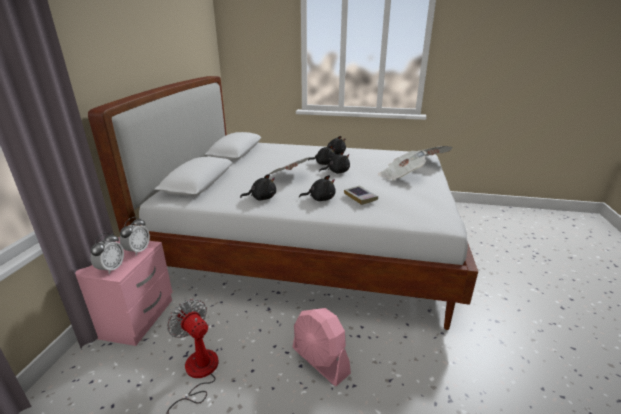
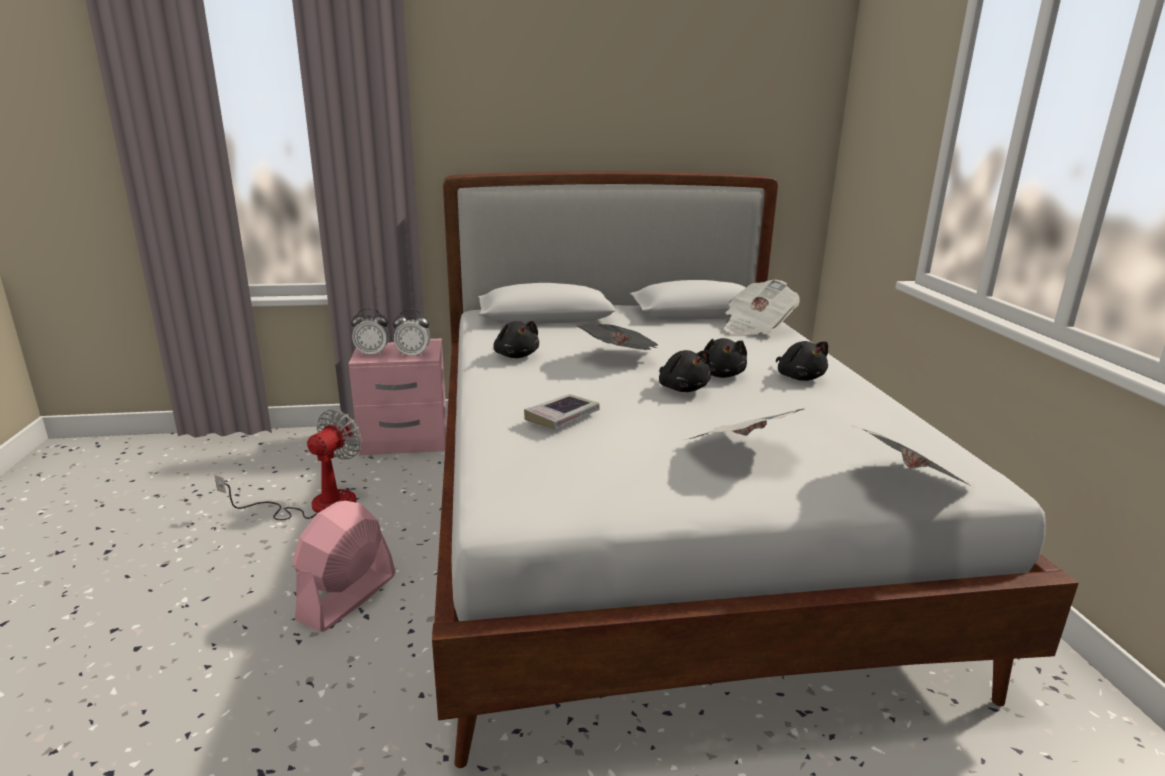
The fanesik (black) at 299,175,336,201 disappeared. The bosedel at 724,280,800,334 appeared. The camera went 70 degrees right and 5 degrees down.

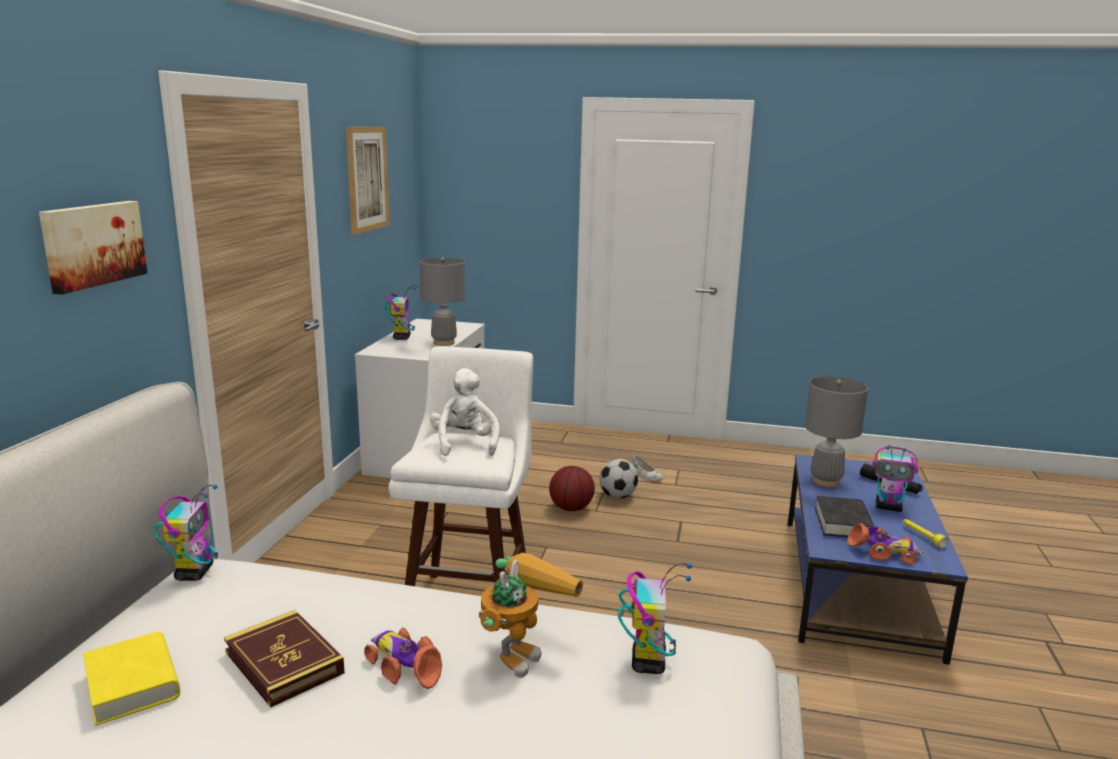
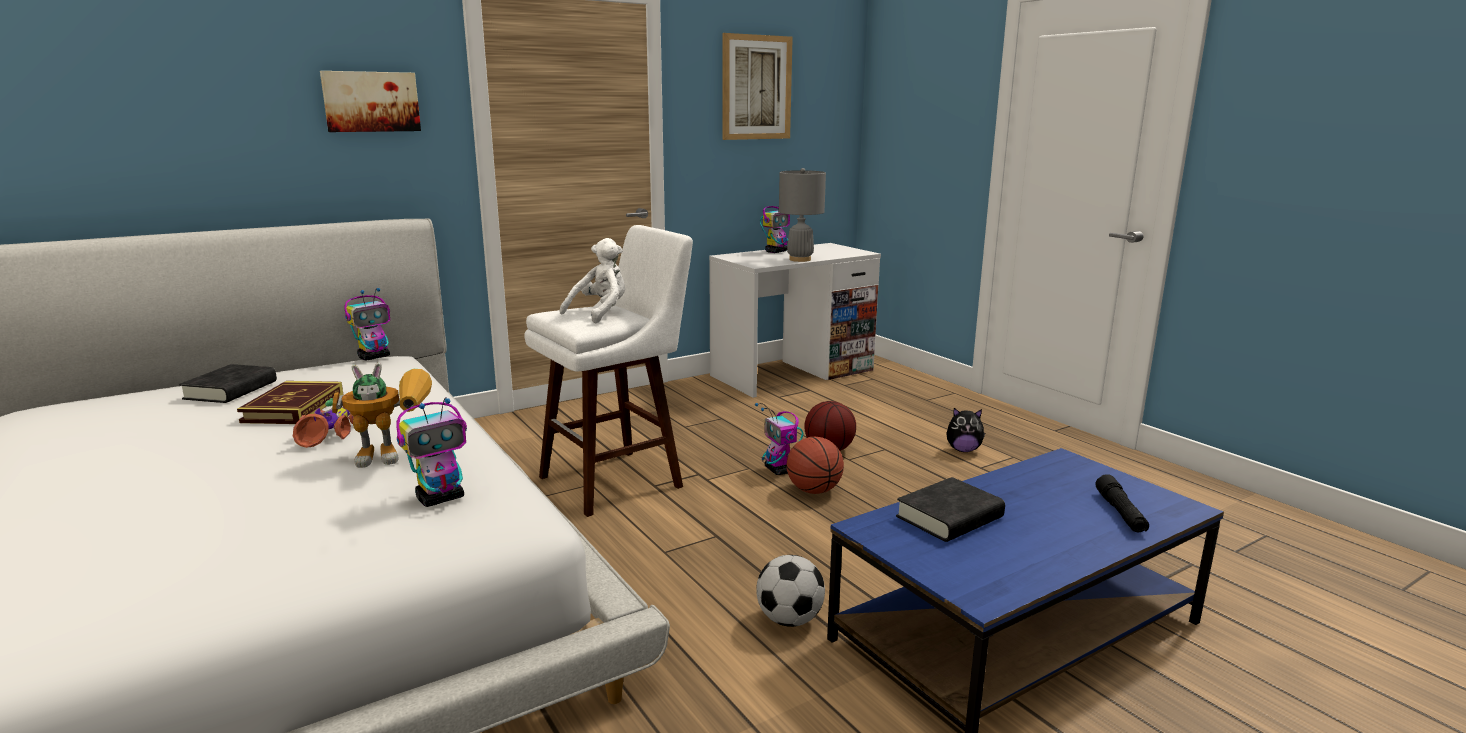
The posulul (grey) at 805,376,868,487 disappeared. The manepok at 848,523,924,564 disappeared. The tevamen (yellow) at 903,519,948,548 disappeared. The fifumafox at 787,437,844,494 appeared. The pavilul moved from 599,459,638,499 to 756,555,825,627. The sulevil moved from 873,445,918,512 to 755,403,803,475. The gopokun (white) at 632,455,663,481 was replaced by the fanesik at 946,408,985,452. The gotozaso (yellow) at 83,632,180,725 became the gotozaso (black) at 179,364,277,403. The camera went 45 degrees right and 0 degrees up.

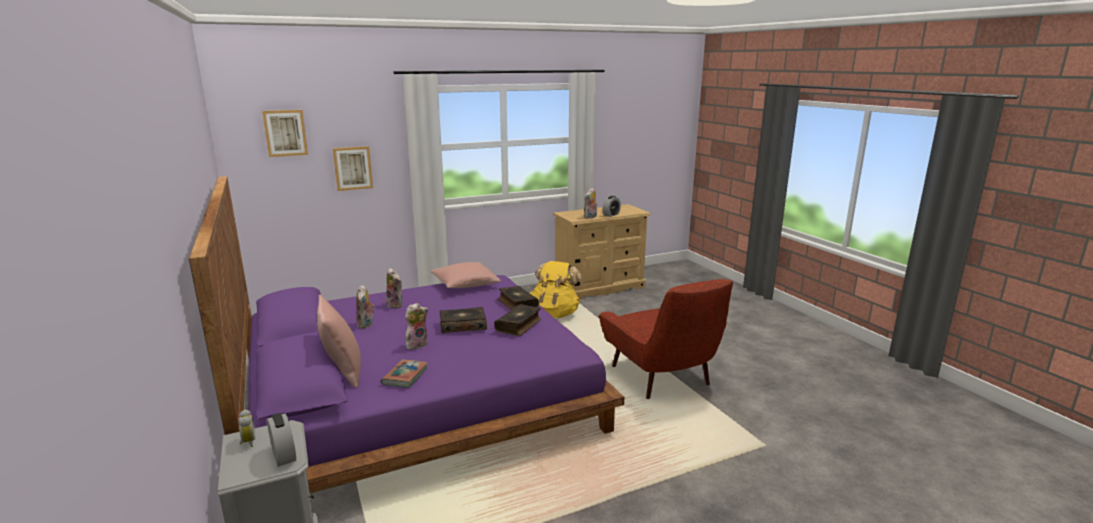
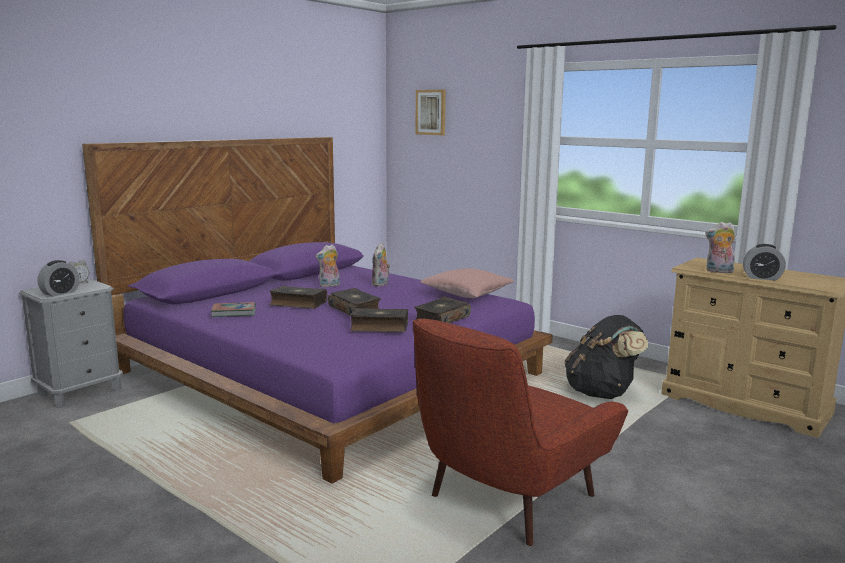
The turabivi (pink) at 317,295,361,388 disappeared. The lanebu at 333,146,373,191 disappeared. The fanesik at 405,303,428,350 was replaced by the gotozaso at 270,286,327,309. The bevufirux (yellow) at 530,261,582,318 became the bevufirux (black) at 564,315,648,399. The camera went 65 degrees right and 5 degrees down.

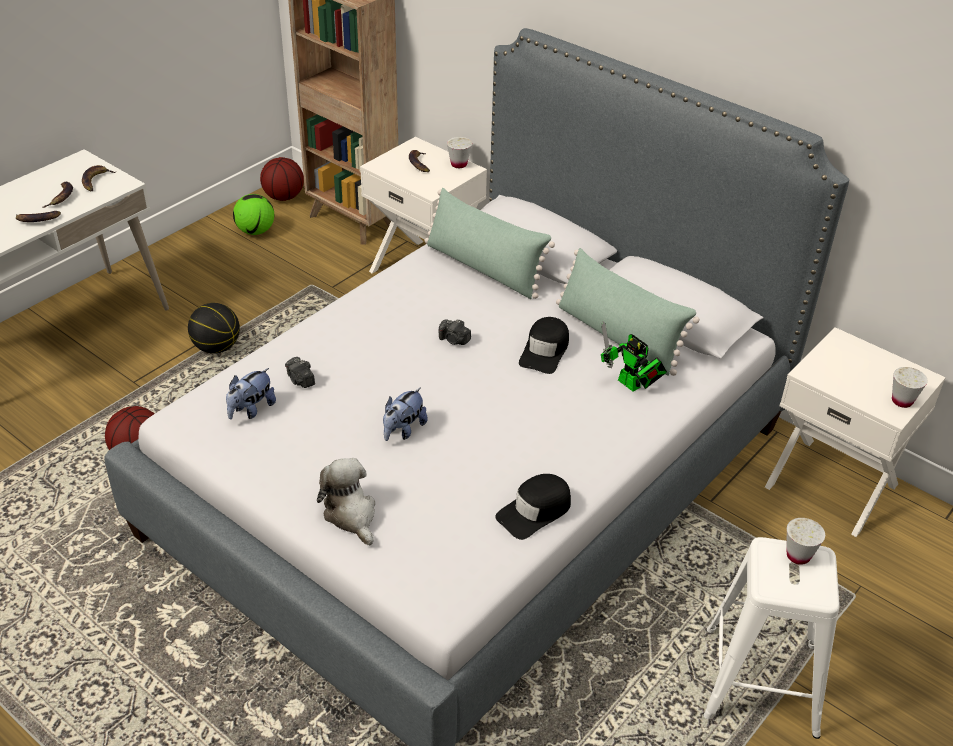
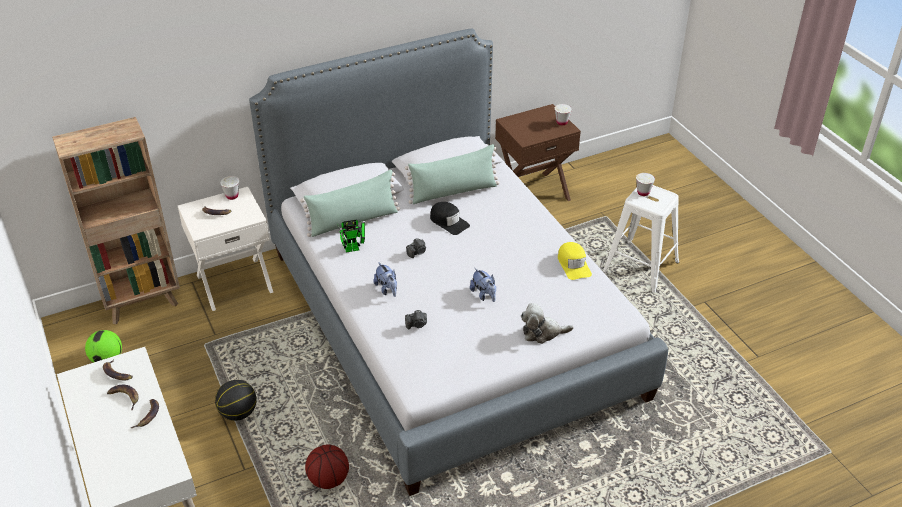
The fifumafox at 260,157,304,201 disappeared. The fanesik moved from 226,368,276,419 to 374,262,397,297. The sulevil moved from 601,321,667,392 to 337,220,365,252. The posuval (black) at 495,474,571,540 became the posuval (yellow) at 558,242,592,280. The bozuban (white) at 765,327,946,537 became the bozuban (brown) at 495,104,581,201. The camera went 65 degrees left and 0 degrees up.

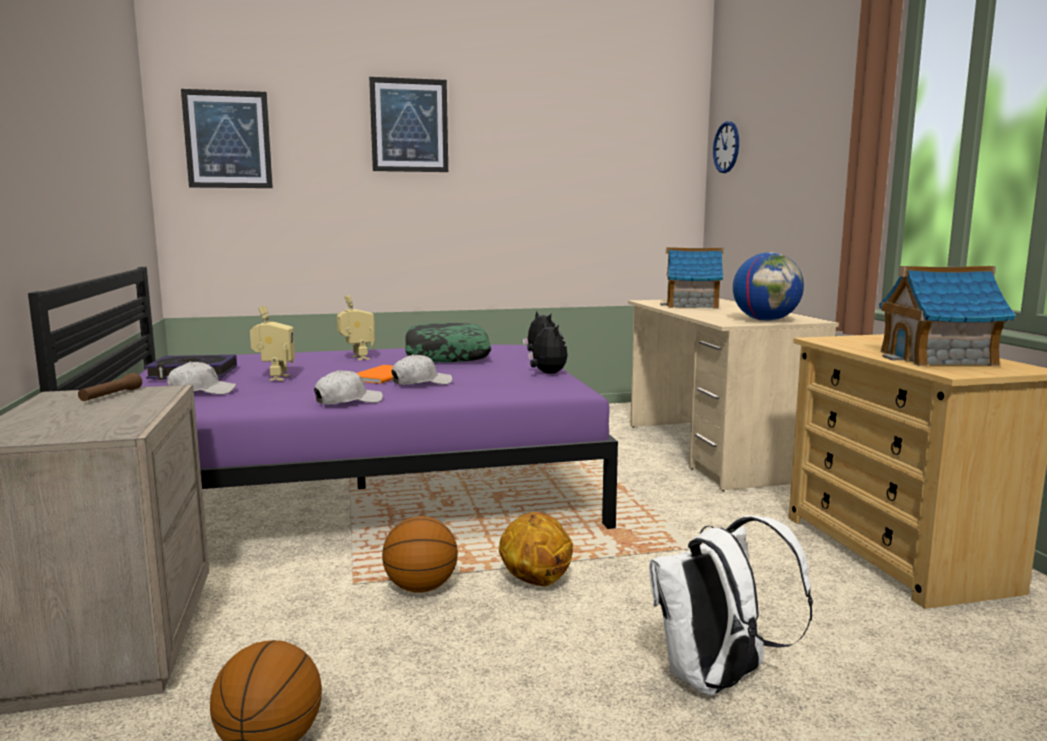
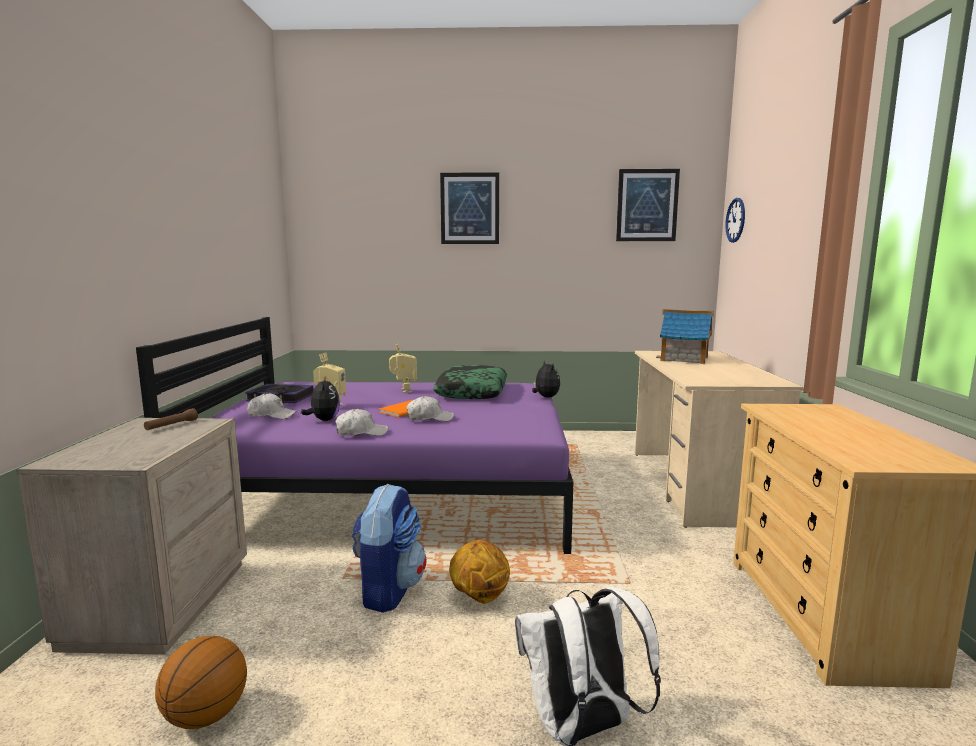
The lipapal at 733,252,804,321 disappeared. The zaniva at 879,266,1016,366 disappeared. The lanebu moved from 181,89,273,188 to 616,169,680,241. The fanesik moved from 528,322,568,374 to 301,376,340,421. The fifumafox at 382,516,458,593 was replaced by the bevufirux at 351,483,426,613. The camera went 15 degrees right and 0 degrees up.

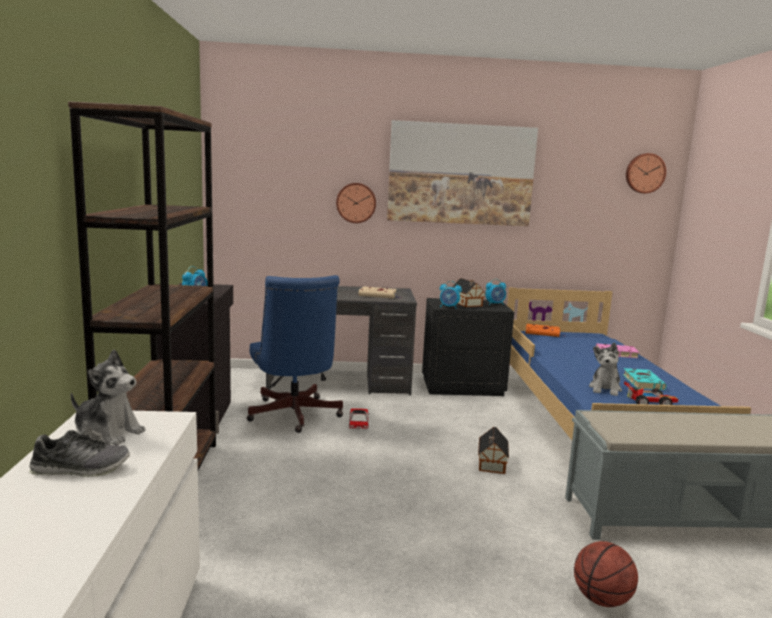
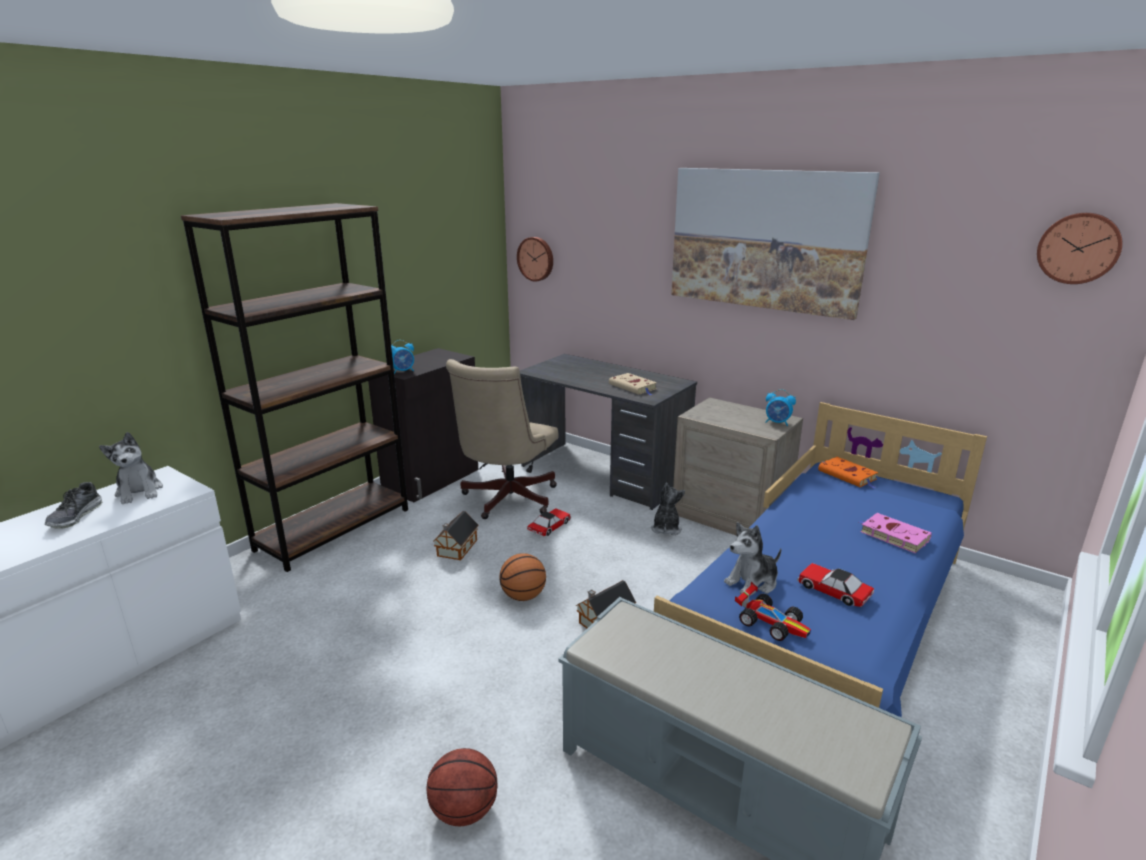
The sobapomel at 440,281,462,309 disappeared. The fifumafox at 499,553,546,601 appeared. The fanesik at 651,483,685,535 appeared. The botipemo moved from 336,183,376,223 to 517,237,553,282. The zaniva moved from 452,278,486,307 to 433,511,479,560. The gotozaso (turquoise) at 623,368,667,390 was replaced by the manepok at 797,563,874,607. The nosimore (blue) at 247,275,343,433 became the nosimore (beige) at 446,359,558,519. The bozuban (black) at 422,298,514,396 became the bozuban (beige) at 673,397,803,536. The gopokun at 29,430,130,477 turned 60 degrees clockwise. The camera went 40 degrees right and 10 degrees up.

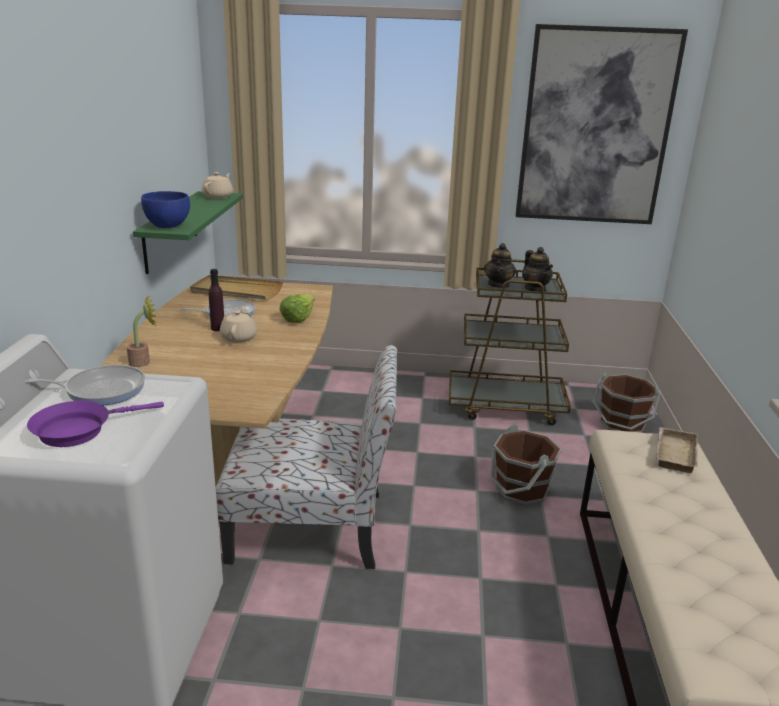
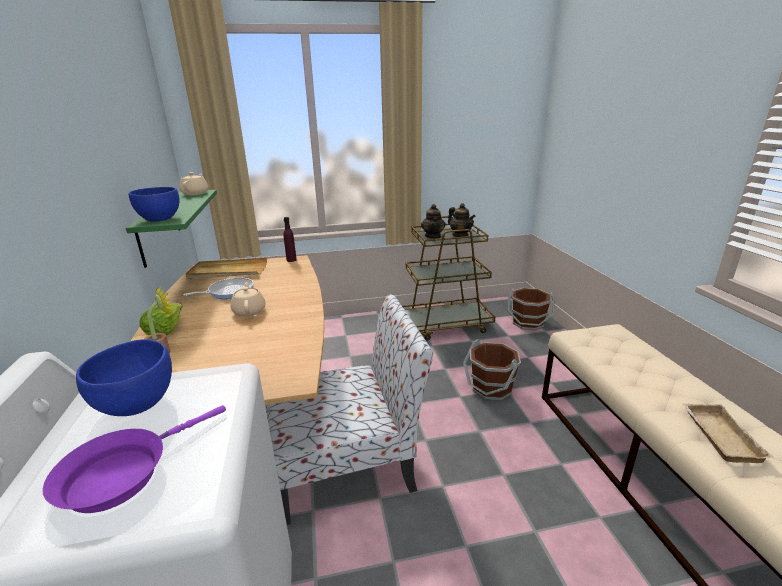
The lanebu at 515,24,688,224 disappeared. The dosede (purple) moved from 209,269,224,331 to 283,217,297,262. The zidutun moved from 280,294,315,323 to 140,303,183,335. The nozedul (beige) moved from 656,427,698,473 to 682,404,774,463. The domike at 25,365,145,405 was replaced by the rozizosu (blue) at 76,339,172,416. The camera went 15 degrees left and 0 degrees up.

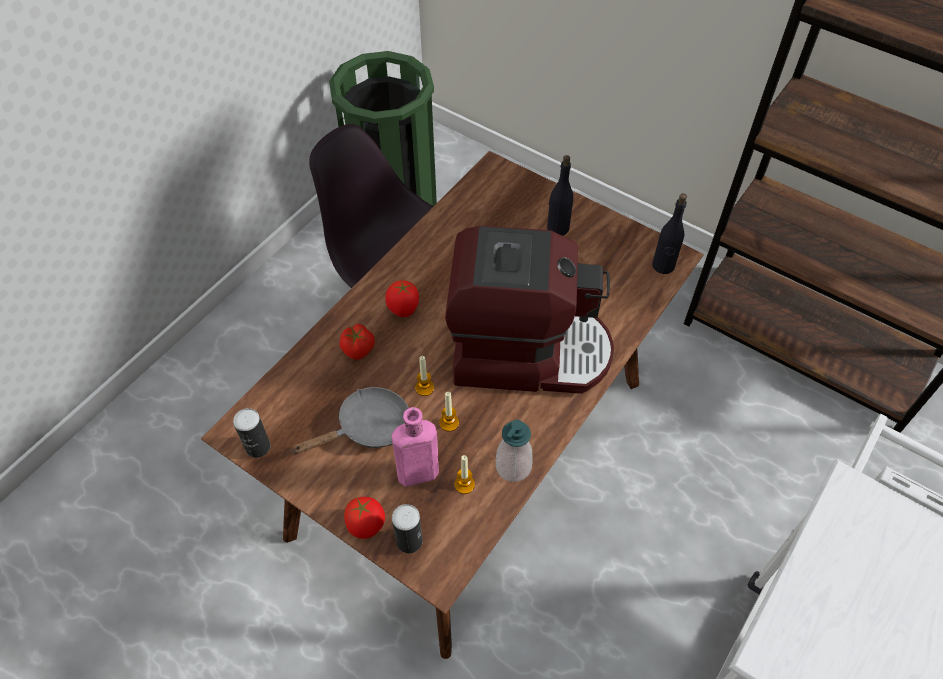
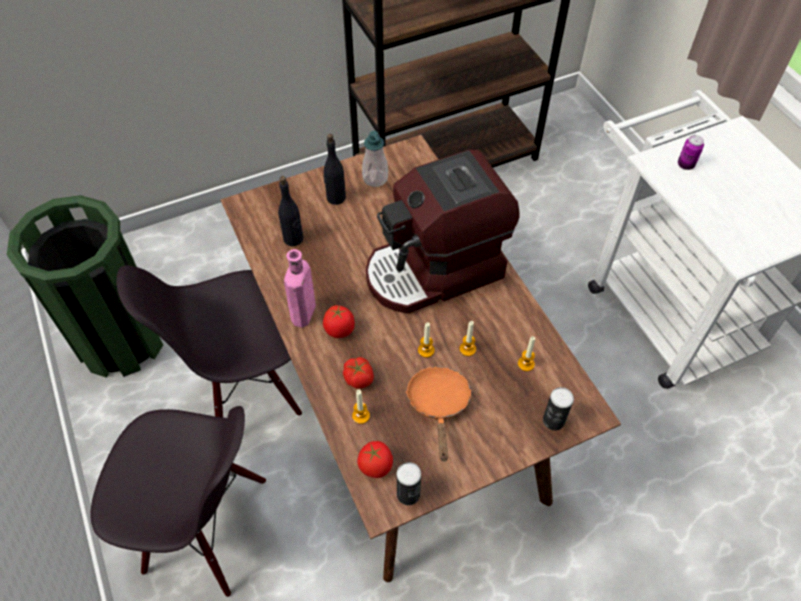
The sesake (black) at 90,406,266,597 appeared. The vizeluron at 352,390,370,424 appeared. The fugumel at 678,135,704,170 appeared. The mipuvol moved from 344,497,385,539 to 357,441,393,478. The dosede (pink) moved from 392,407,439,487 to 284,249,316,327. The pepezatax moved from 496,420,533,482 to 362,131,388,187. The dosede (black) moved from 652,193,687,274 to 278,176,303,246. The domike (grey) at 292,387,409,454 became the domike (orange) at 406,367,472,462. The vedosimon at 445,226,614,394 turned 150 degrees counterclockwise. The camera went 60 degrees left and 0 degrees up.

